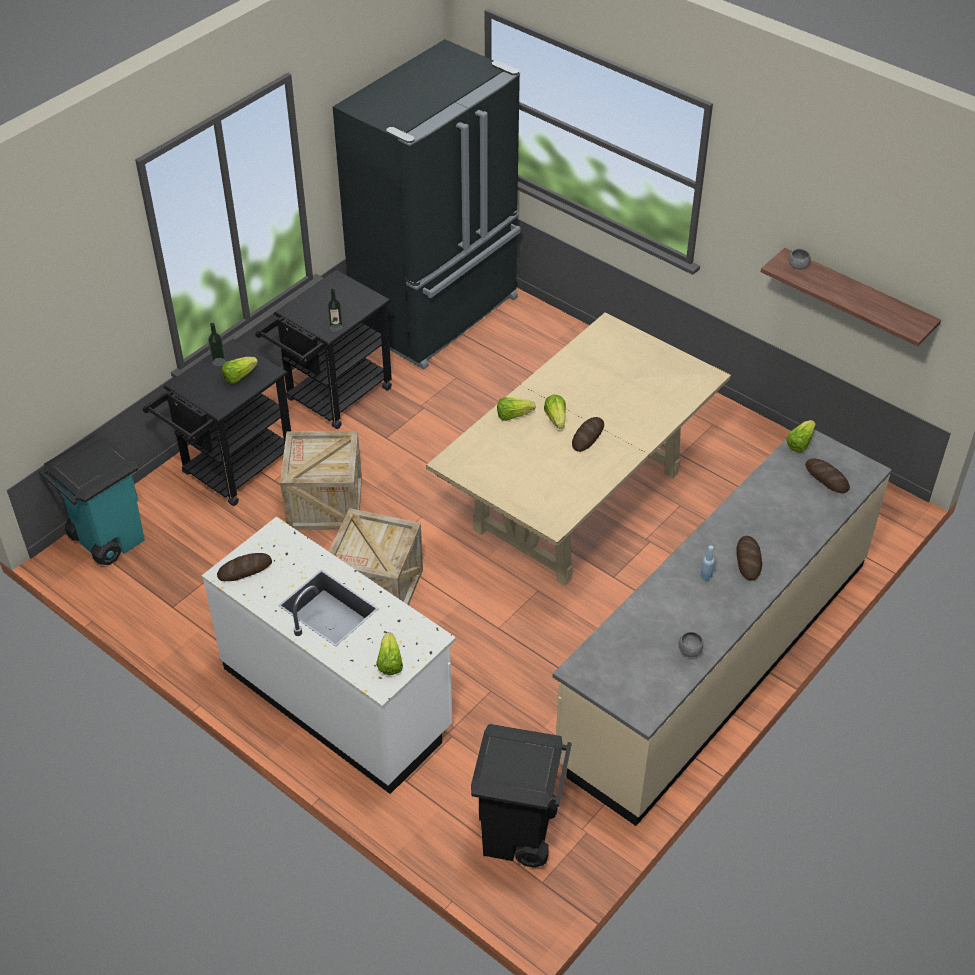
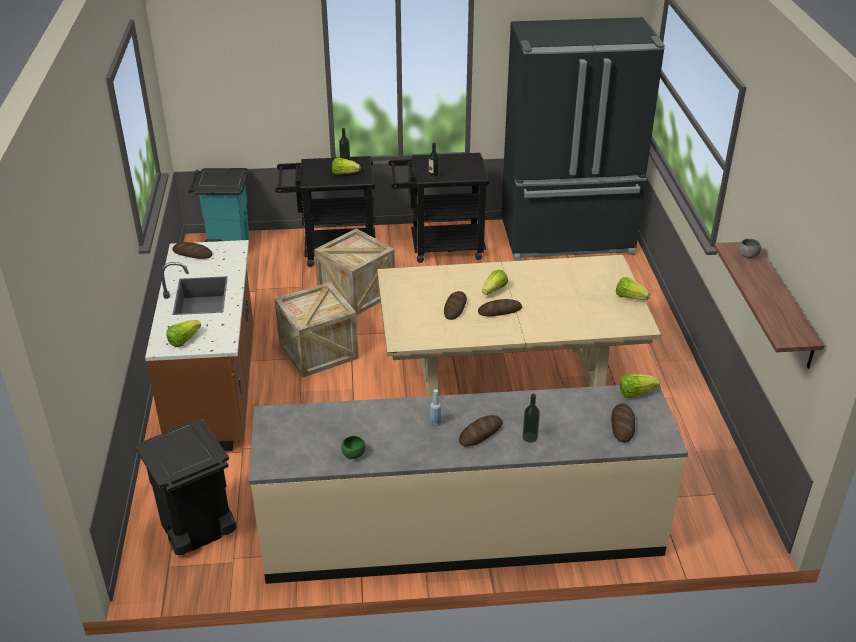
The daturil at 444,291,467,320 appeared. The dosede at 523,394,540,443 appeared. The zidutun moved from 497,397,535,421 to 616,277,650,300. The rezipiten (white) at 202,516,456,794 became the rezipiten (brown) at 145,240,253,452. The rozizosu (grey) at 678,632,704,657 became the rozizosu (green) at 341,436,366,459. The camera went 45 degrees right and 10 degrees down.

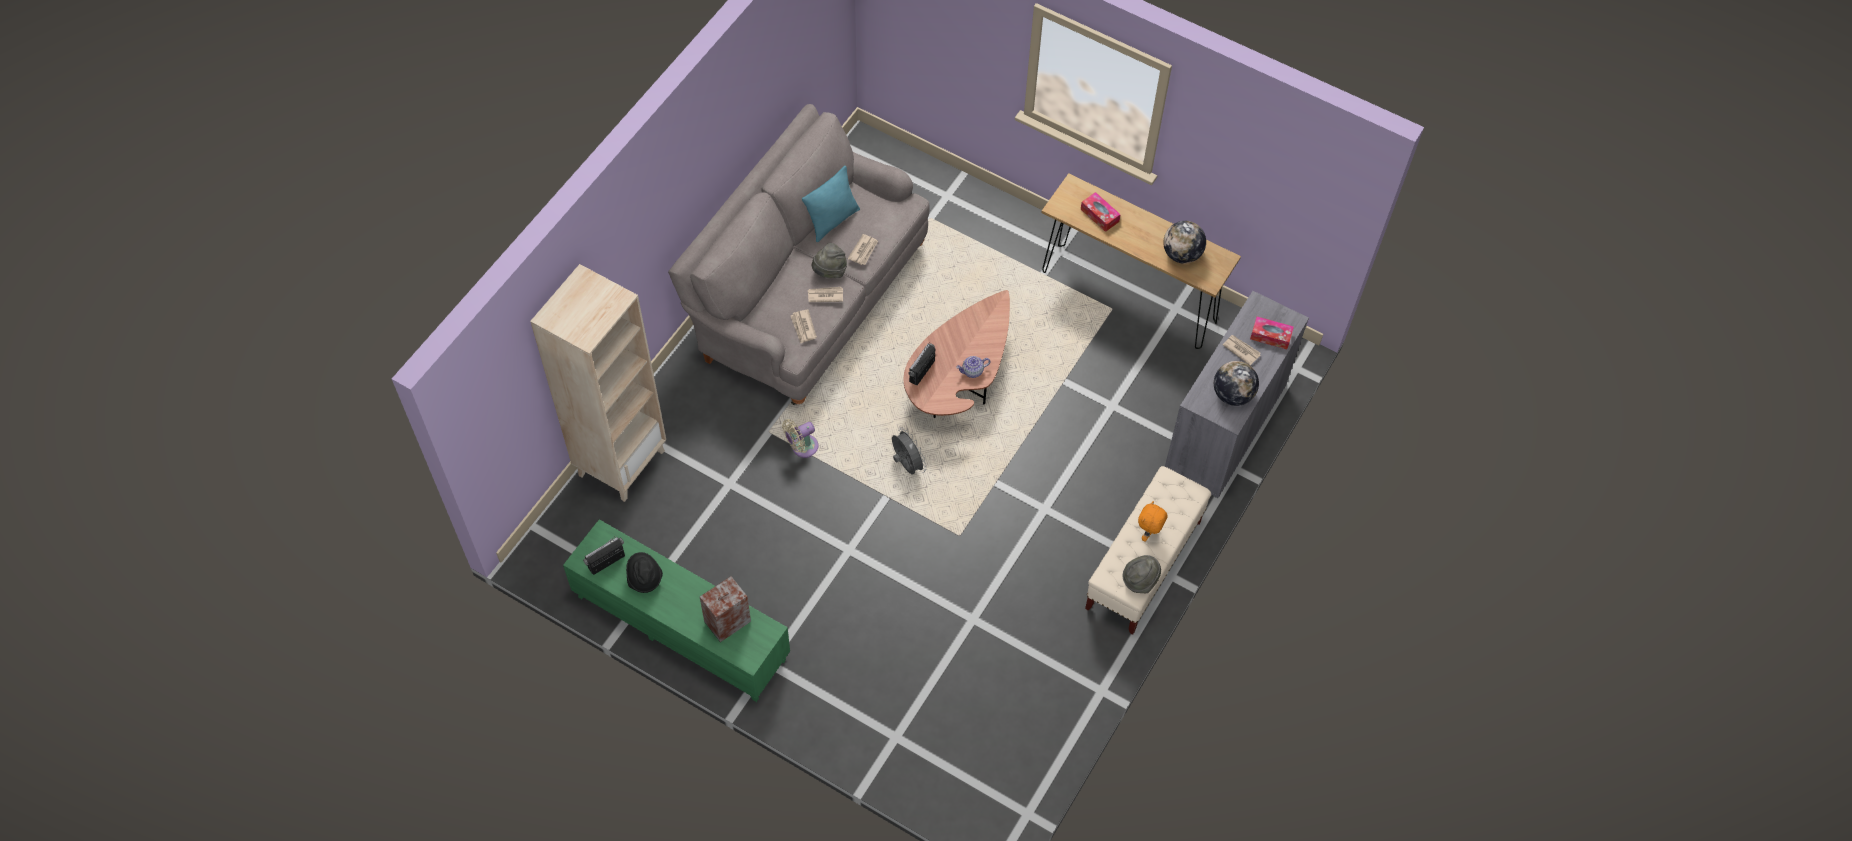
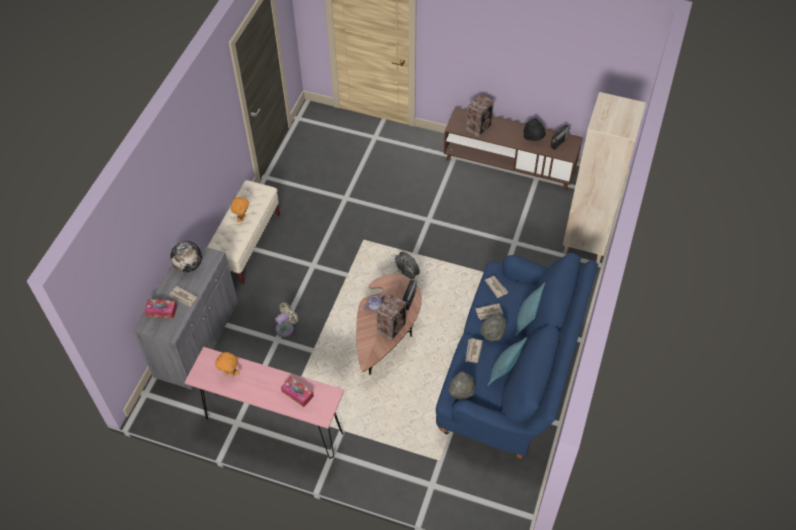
The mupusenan at 376,294,406,340 appeared. The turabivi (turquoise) at 515,282,545,336 appeared. The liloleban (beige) moved from 782,419,818,458 to 275,302,298,337. The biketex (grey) moved from 1123,555,1161,593 to 448,371,475,399. The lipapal at 1163,221,1206,264 was replaced by the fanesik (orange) at 215,352,240,377. The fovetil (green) at 563,519,790,702 became the fovetil (brown) at 444,107,583,190. The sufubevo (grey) at 668,104,930,405 became the sufubevo (blue) at 436,253,598,459. The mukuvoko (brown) at 1042,173,1241,349 became the mukuvoko (pink) at 184,347,344,459. The camera went 170 degrees right and 5 degrees down.

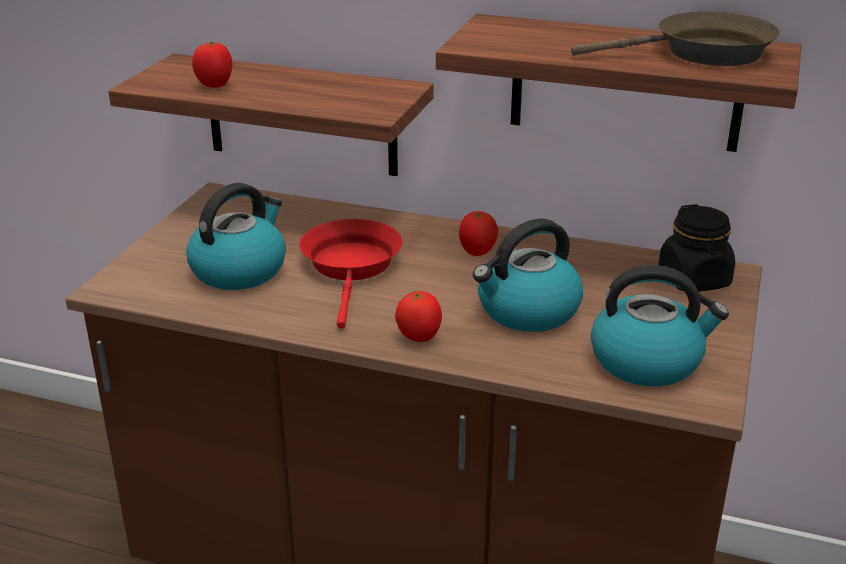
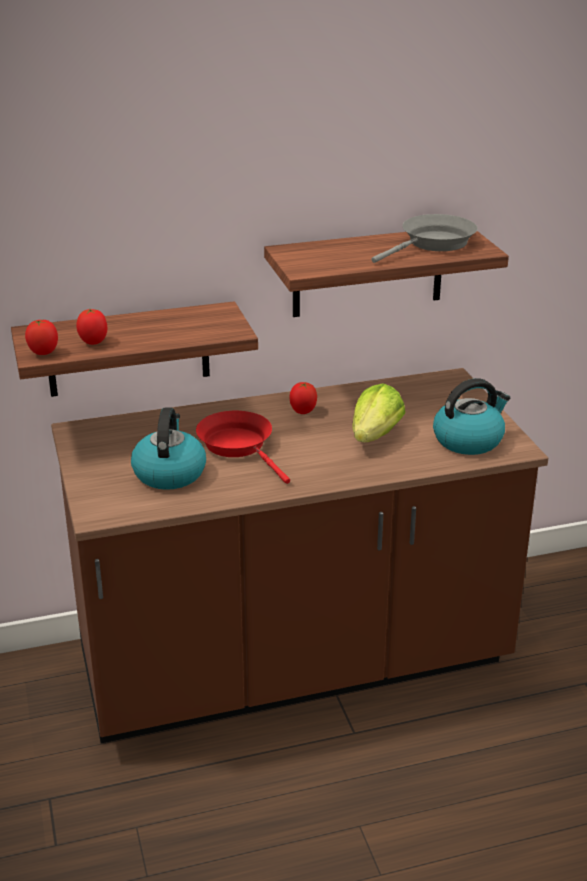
The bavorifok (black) at 658,204,735,292 disappeared. The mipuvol moved from 395,291,442,342 to 25,320,58,355. The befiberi at 473,219,583,332 was replaced by the zidutun at 352,383,406,442. The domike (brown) at 571,11,780,66 became the domike (grey) at 372,214,478,263. The camera went 35 degrees left and 0 degrees up.

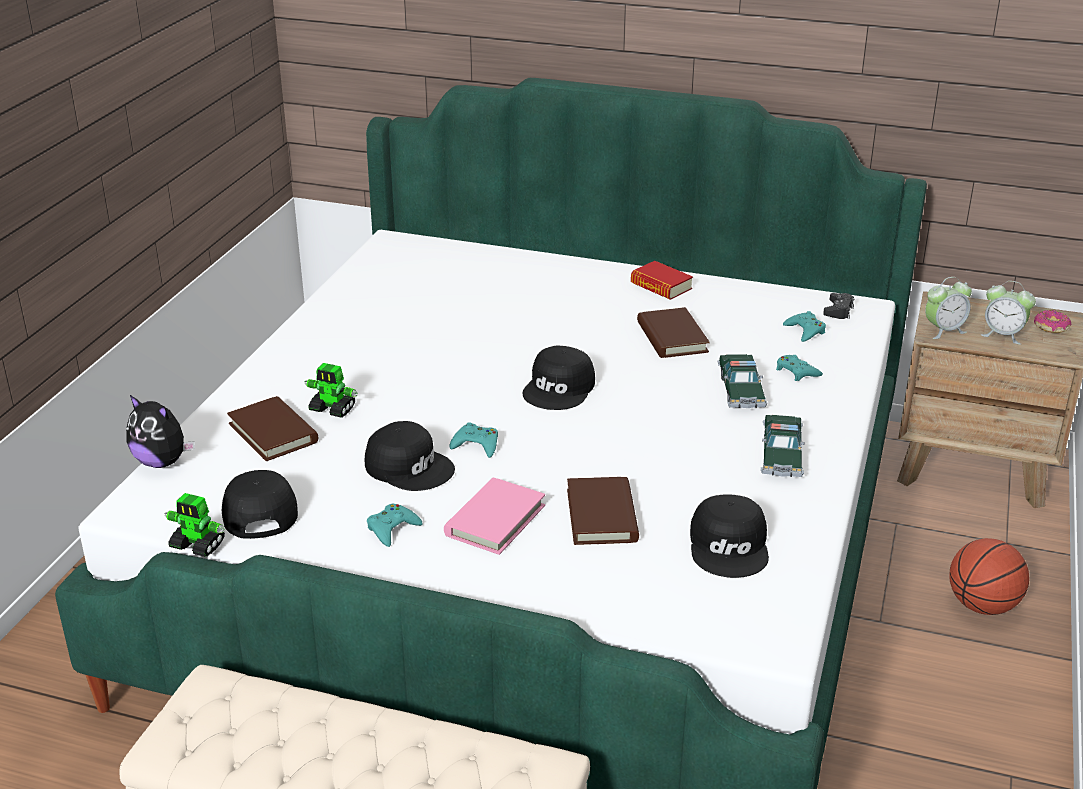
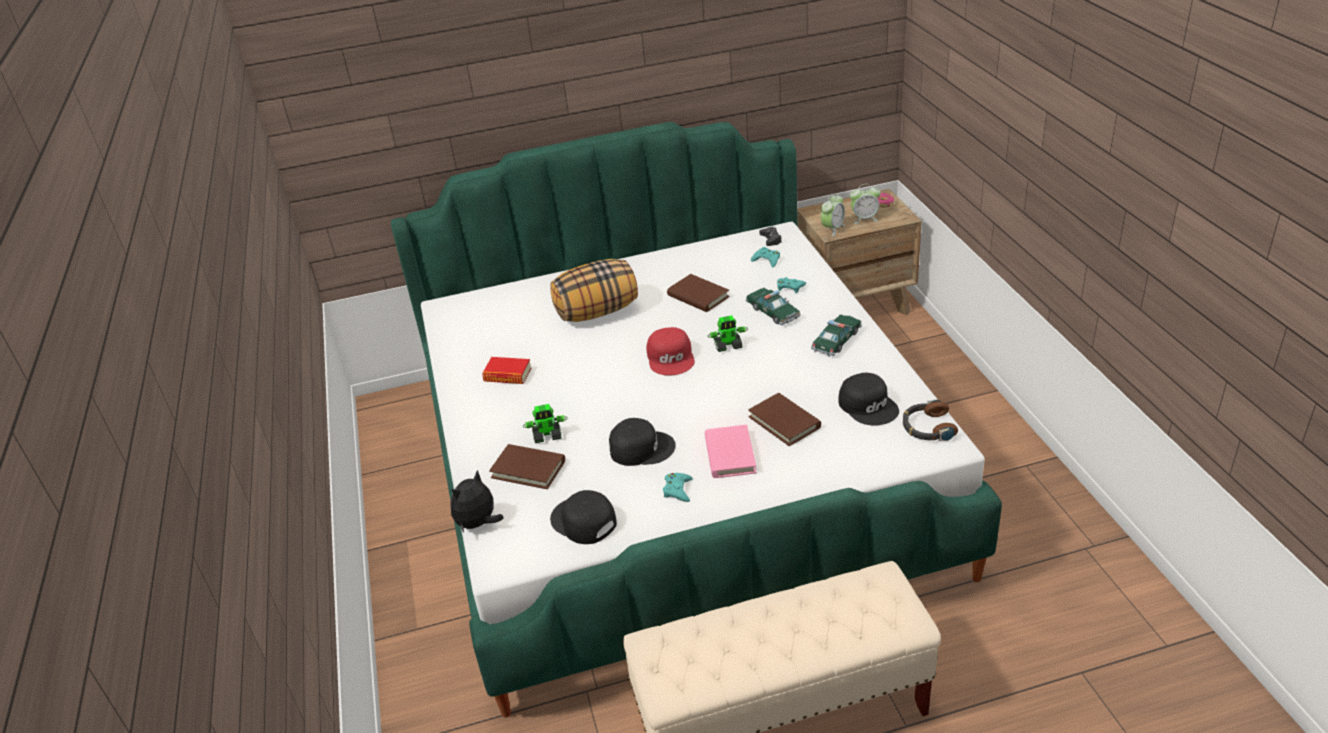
The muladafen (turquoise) at 449,422,498,458 disappeared. The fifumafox at 949,538,1029,615 disappeared. The turabivi at 550,259,638,322 appeared. The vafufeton at 903,399,958,441 appeared. The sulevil moved from 164,493,225,557 to 707,315,748,352. The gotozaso moved from 631,261,693,300 to 482,357,531,384. The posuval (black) at 522,346,595,410 became the posuval (red) at 646,327,695,375. The fanesik at 126,395,195,468 turned 135 degrees clockwise. The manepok at 761,415,805,477 turned 120 degrees counterclockwise. The camera went 30 degrees left and 5 degrees up.

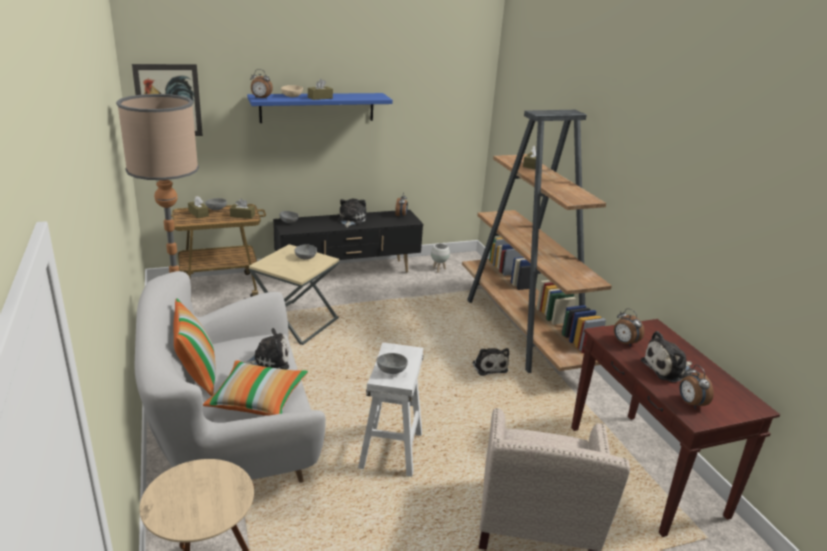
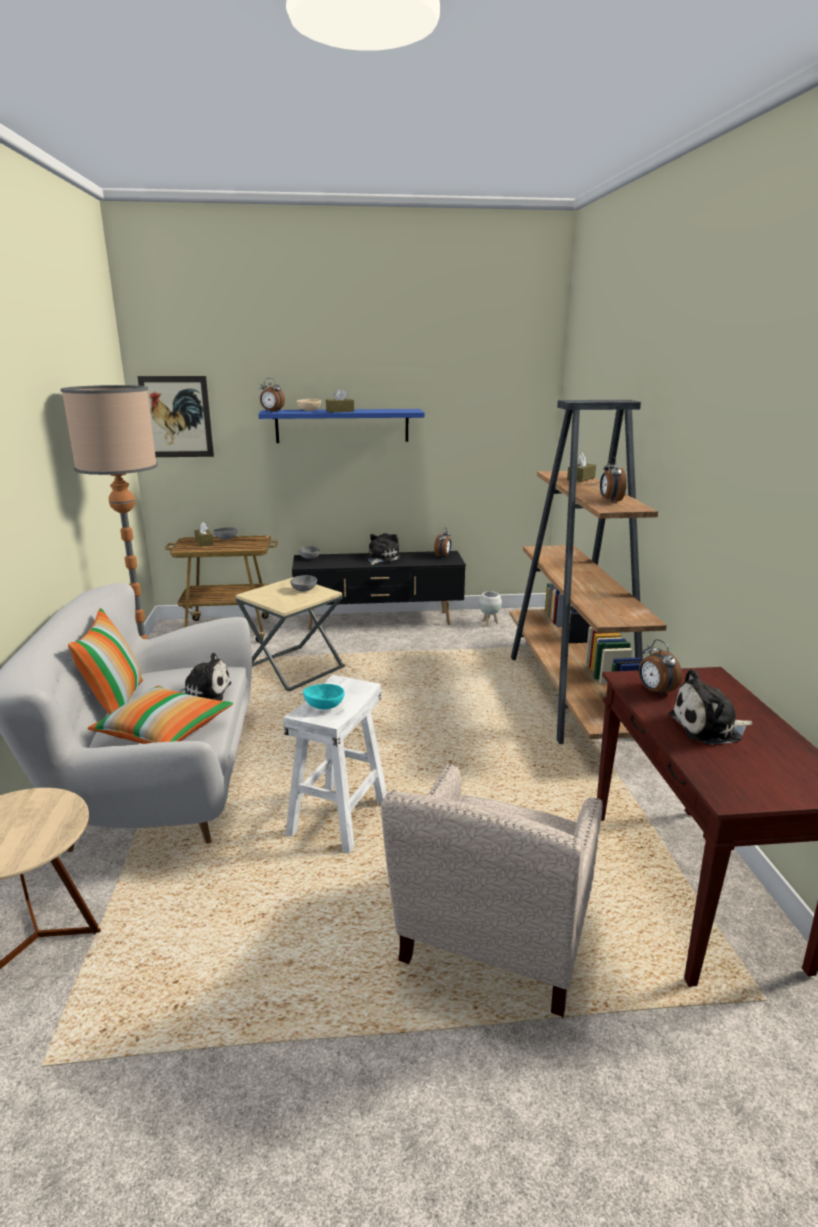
The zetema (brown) at 230,198,255,219 disappeared. The fanesik at 472,348,509,376 disappeared. The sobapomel moved from 679,365,714,409 to 600,457,627,503. The rozizosu (grey) at 377,353,408,374 became the rozizosu (turquoise) at 303,684,344,709. The camera went 15 degrees right and 5 degrees down.

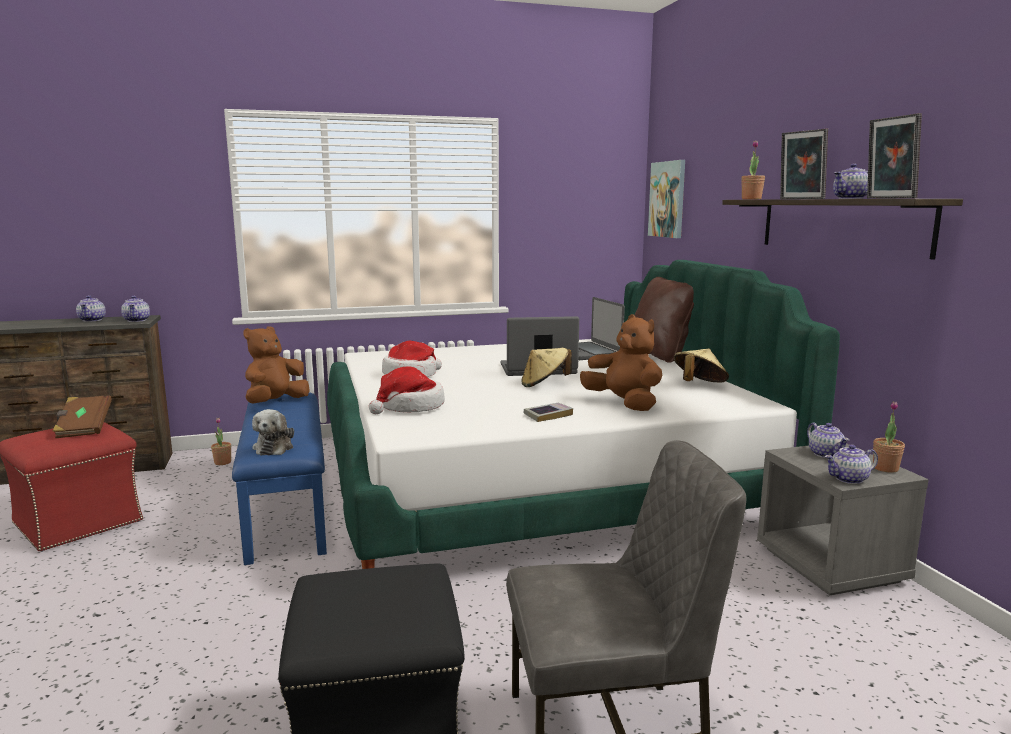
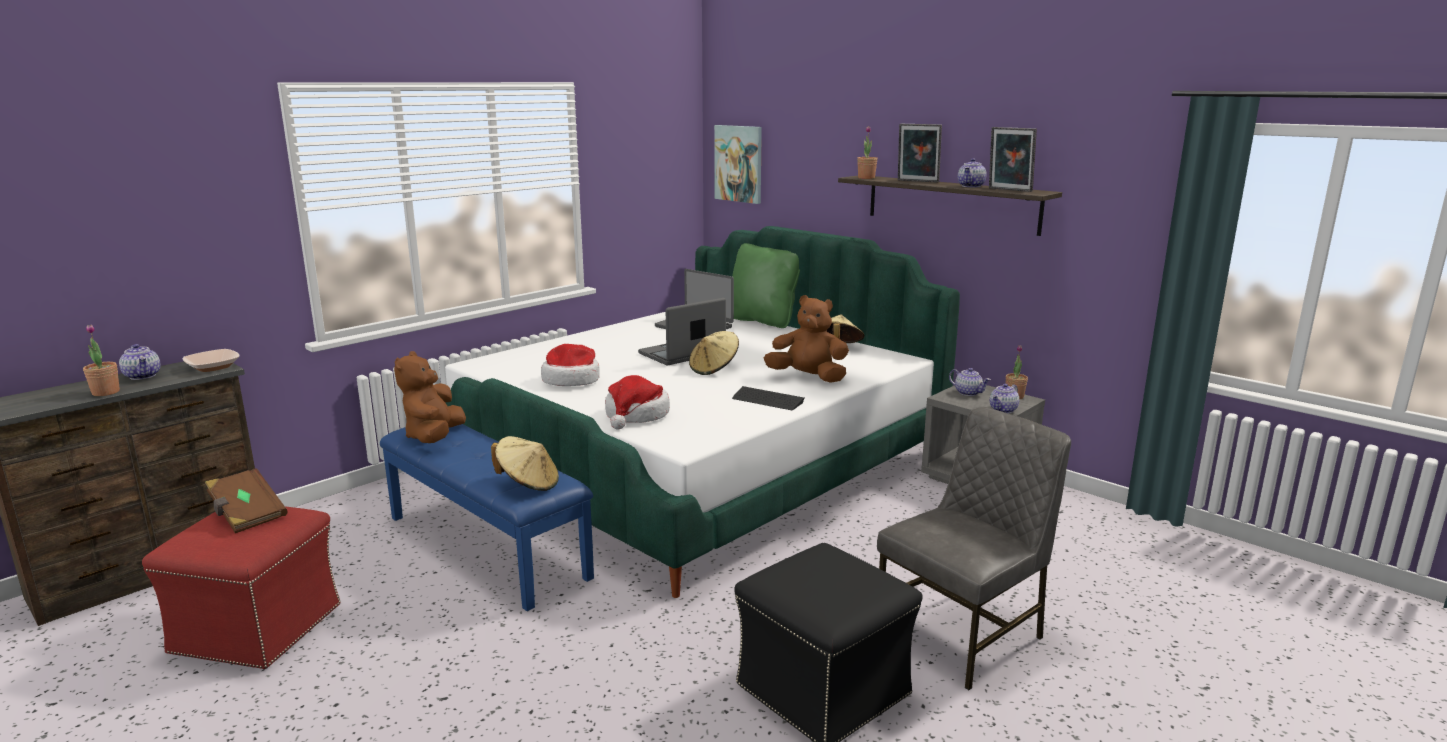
The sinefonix moved from 211,418,231,465 to 83,324,120,396. The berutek at 121,296,150,322 was replaced by the rozizosu at 183,349,239,372. The fanesik at 252,409,294,455 was replaced by the biketex (beige) at 491,436,559,491. The gotozaso at 524,403,573,422 was replaced by the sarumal at 732,386,804,410. The turabivi (brown) at 635,277,694,363 became the turabivi (green) at 732,243,800,328. The camera went 30 degrees left and 5 degrees up.

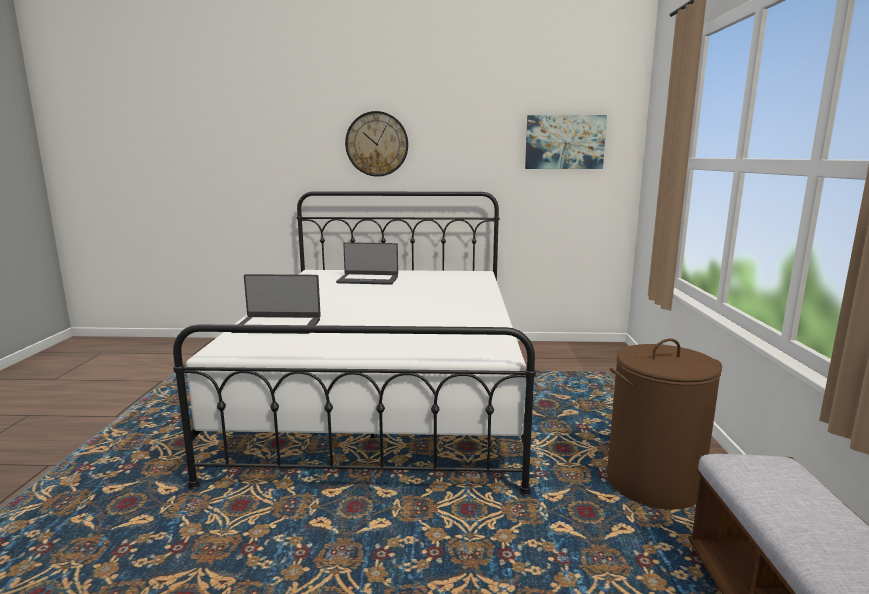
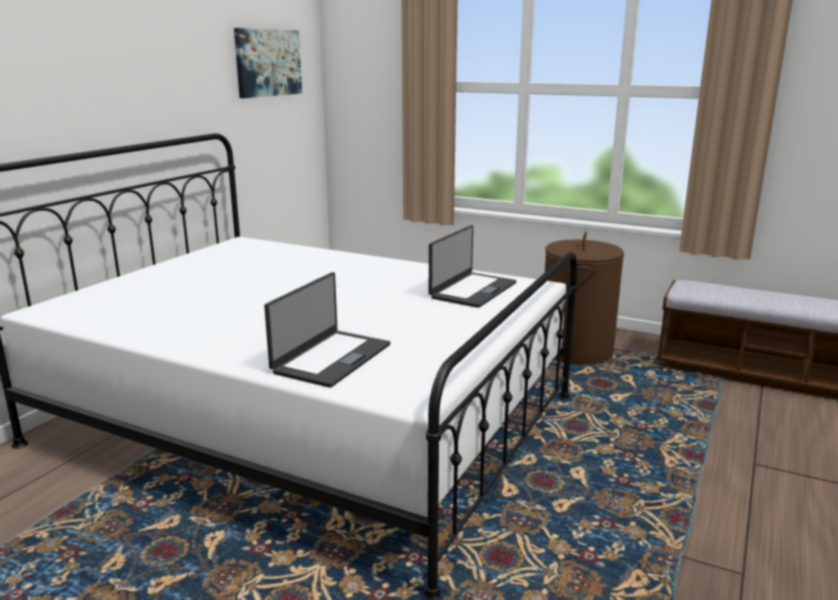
The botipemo at 345,111,408,177 disappeared. The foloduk moved from 336,242,398,285 to 429,225,517,308. The camera went 65 degrees left and 5 degrees up.

